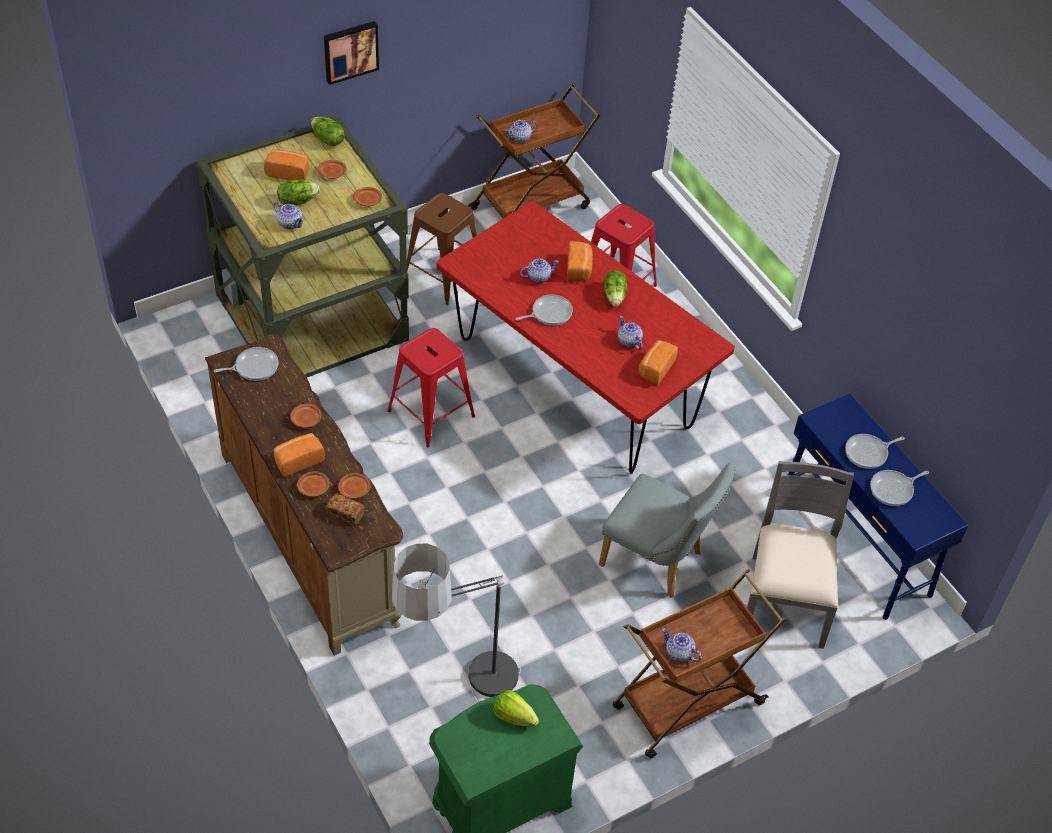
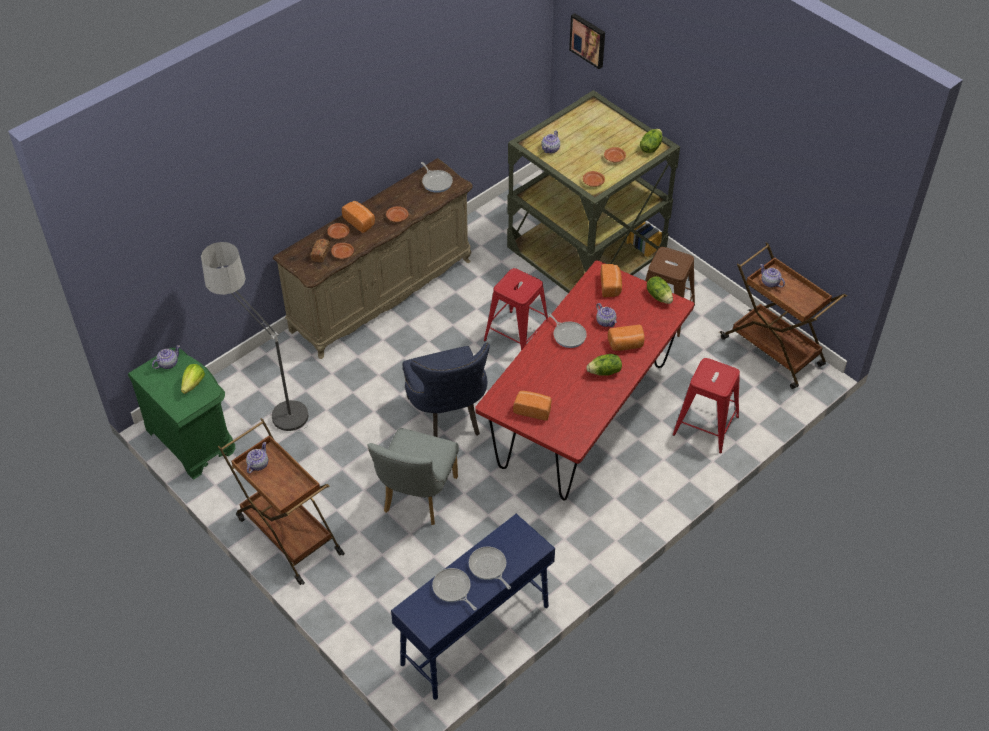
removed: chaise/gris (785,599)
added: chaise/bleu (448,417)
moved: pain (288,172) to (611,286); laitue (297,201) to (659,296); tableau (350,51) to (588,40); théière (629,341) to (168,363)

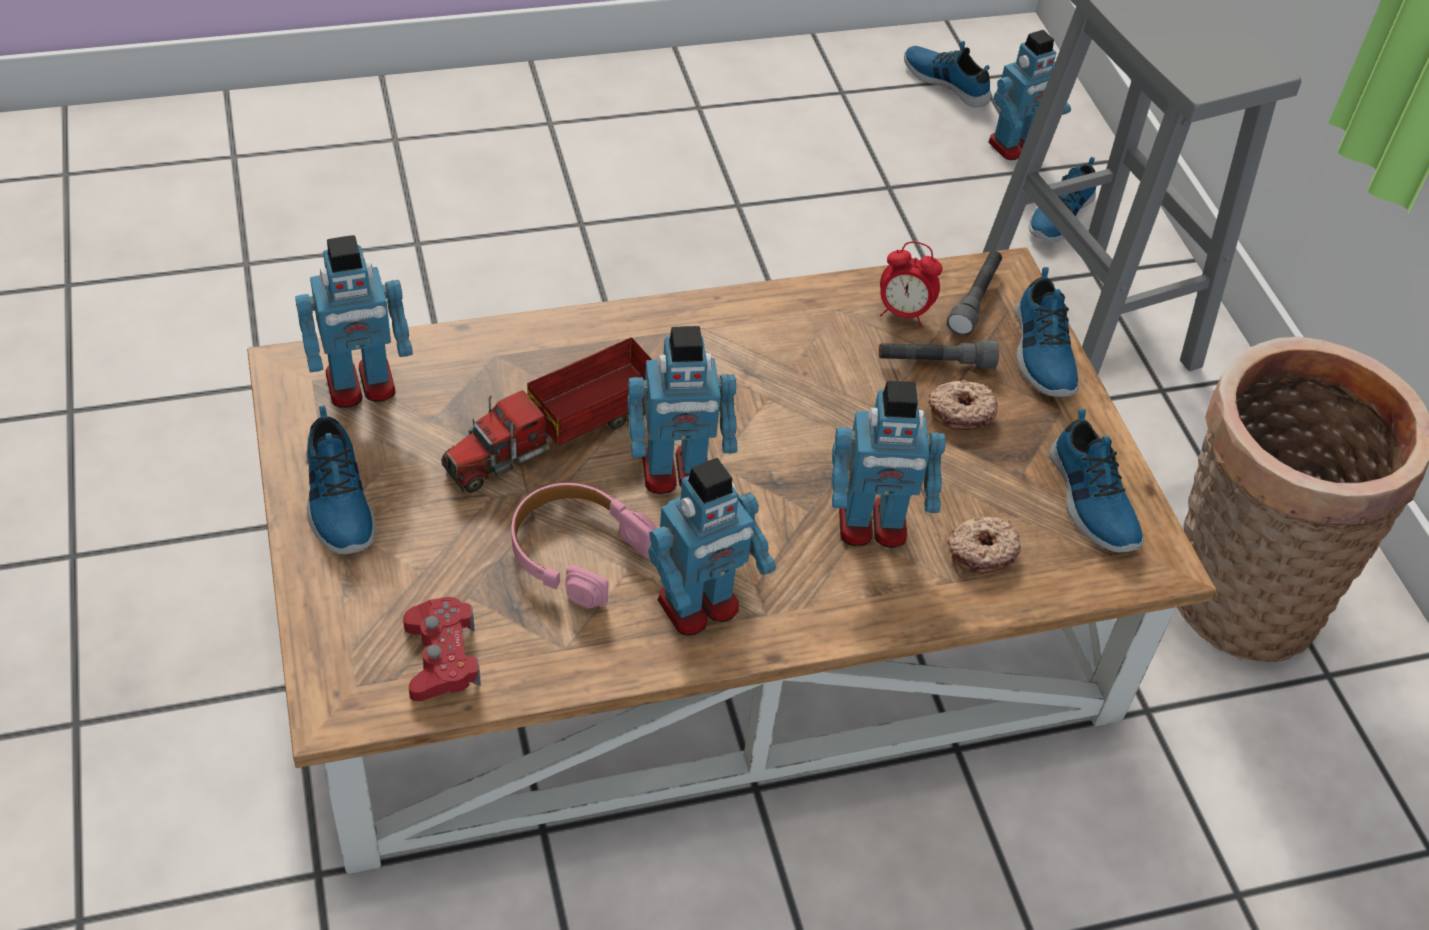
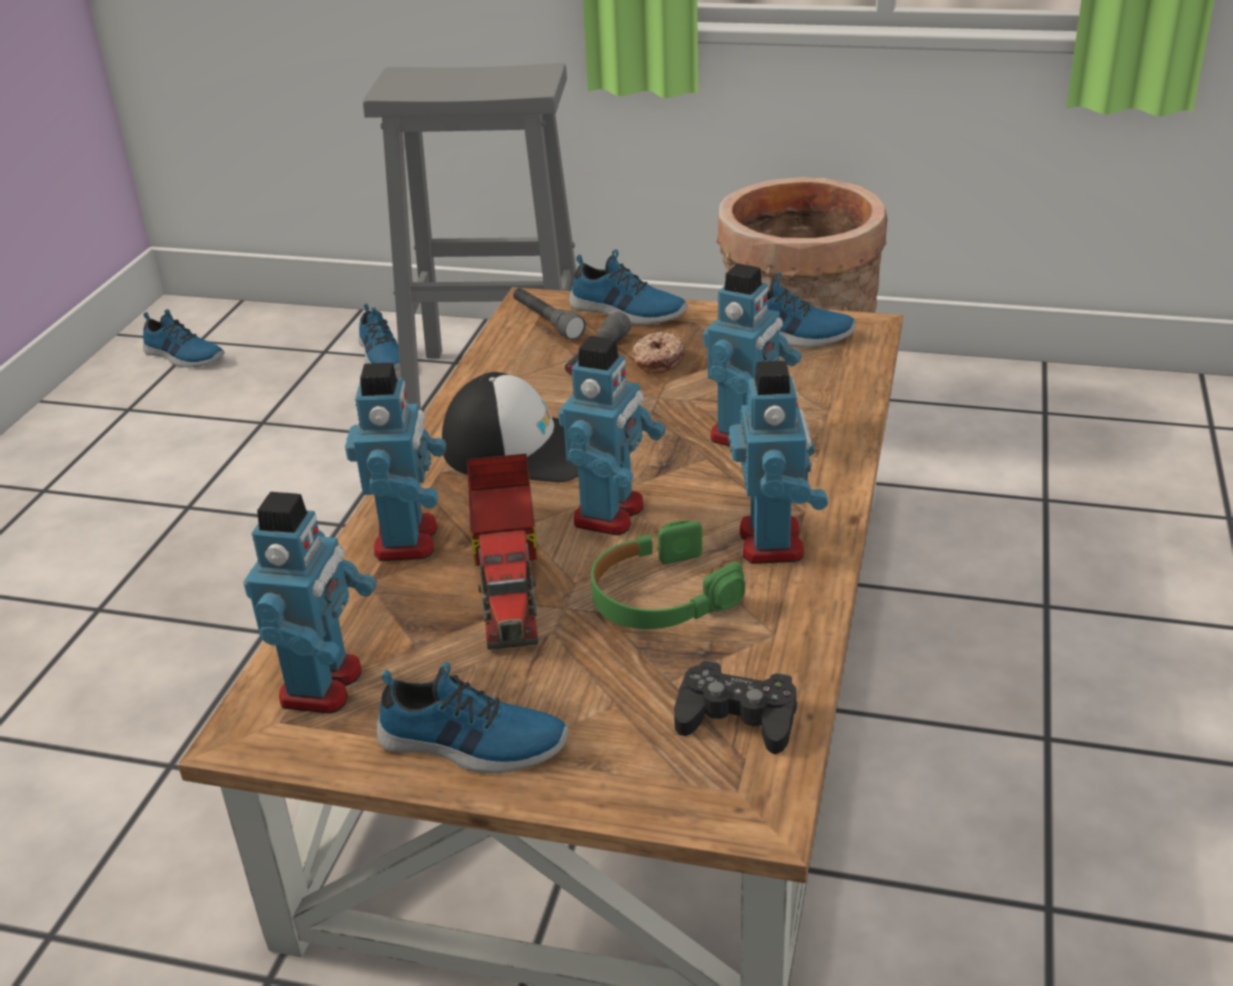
removed: réveil (903,313); beignet (981,550)
added: casquette (526,448)
moved: robot jouet (1015,146) to (408,540)
recoloured: manette/rouge (442,657) to manette/noir (737,718); casque audio/rose (576,551) to casque audio/vert (661,596)
turned: chaussure (947,81) = (183,356) 135 degrees counterclockwise

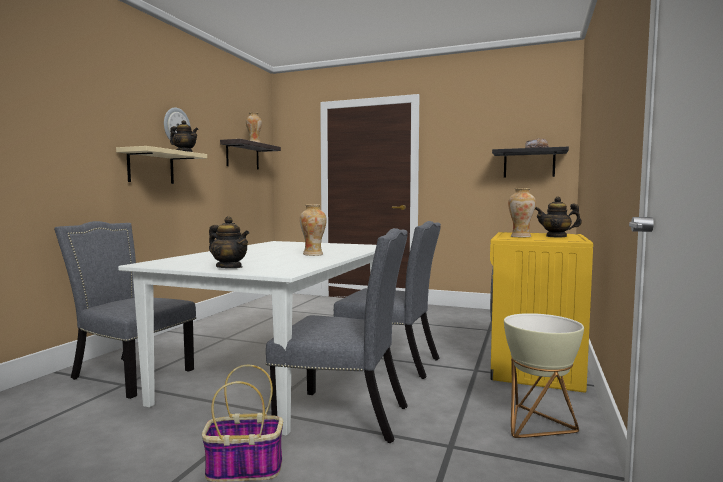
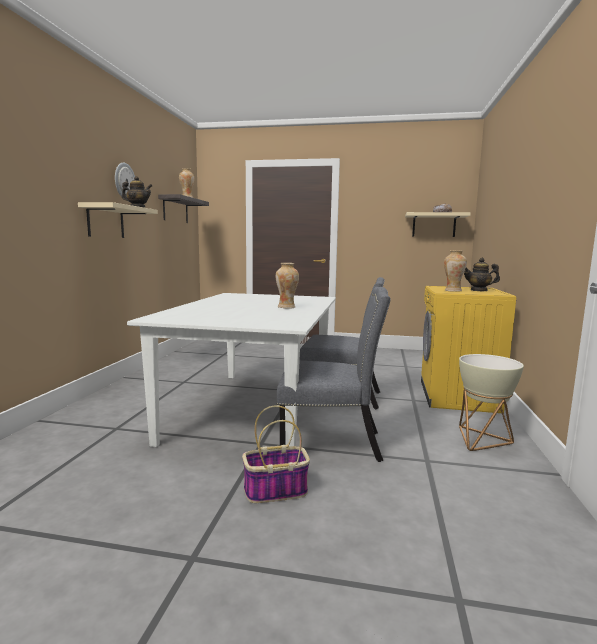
removed: chaise/gris (132,376); théière (229,267)
recoloured: étagère/noir (529,164) to étagère/beige (434,225)

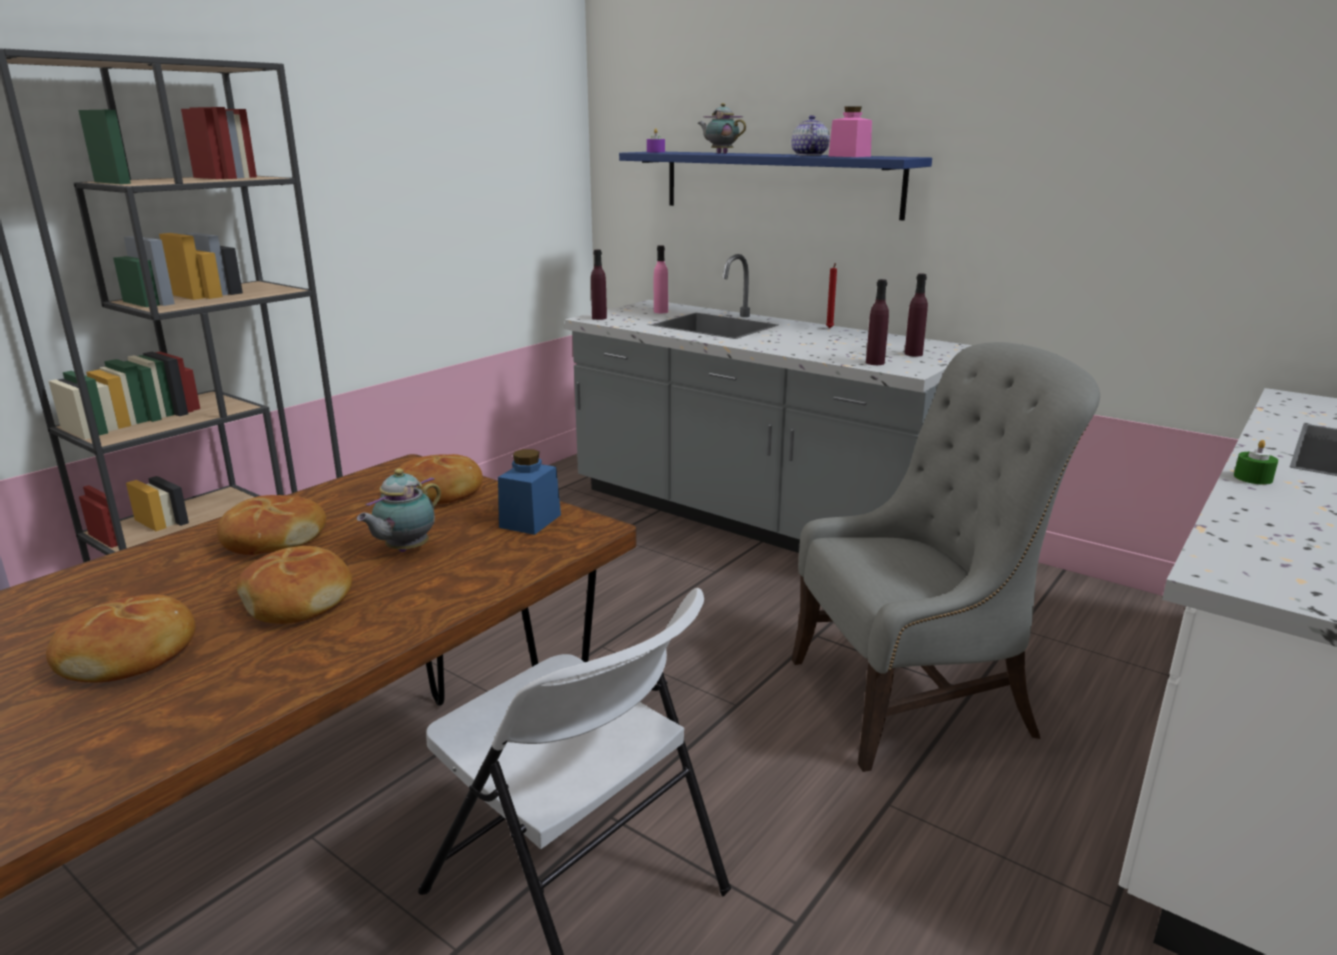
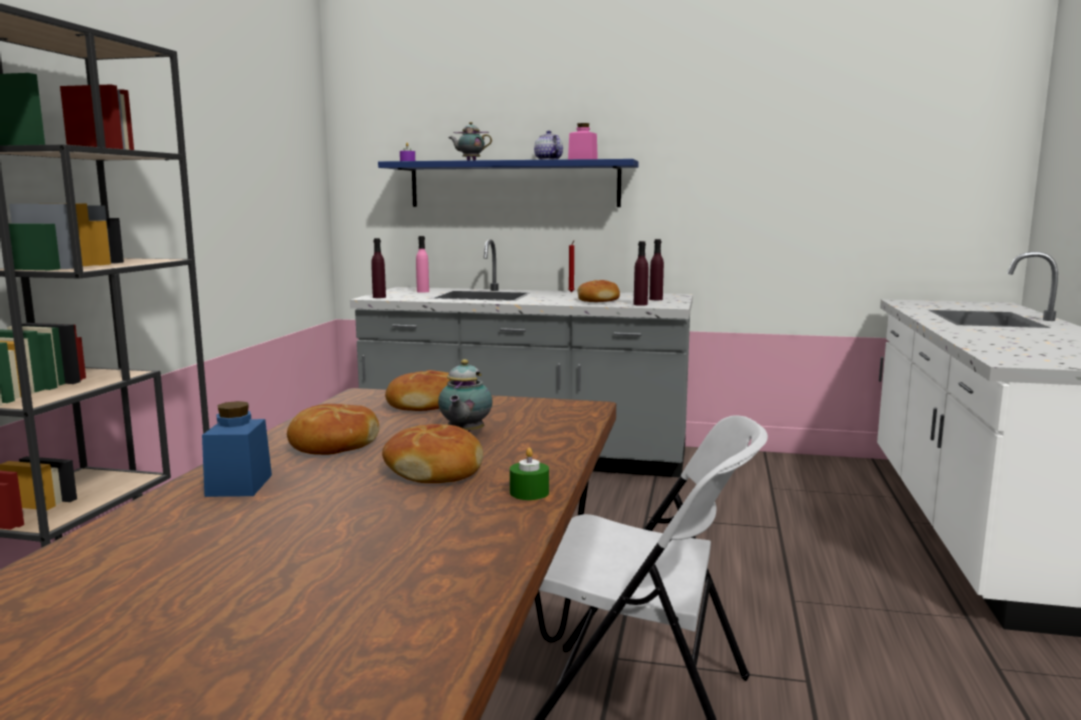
removed: chaise/gris (914,697)
moved: pain (131,655) to (598,300); bocal/bleu (530,521) to (239,485); bougie/vert (1253,478) to (529,492)

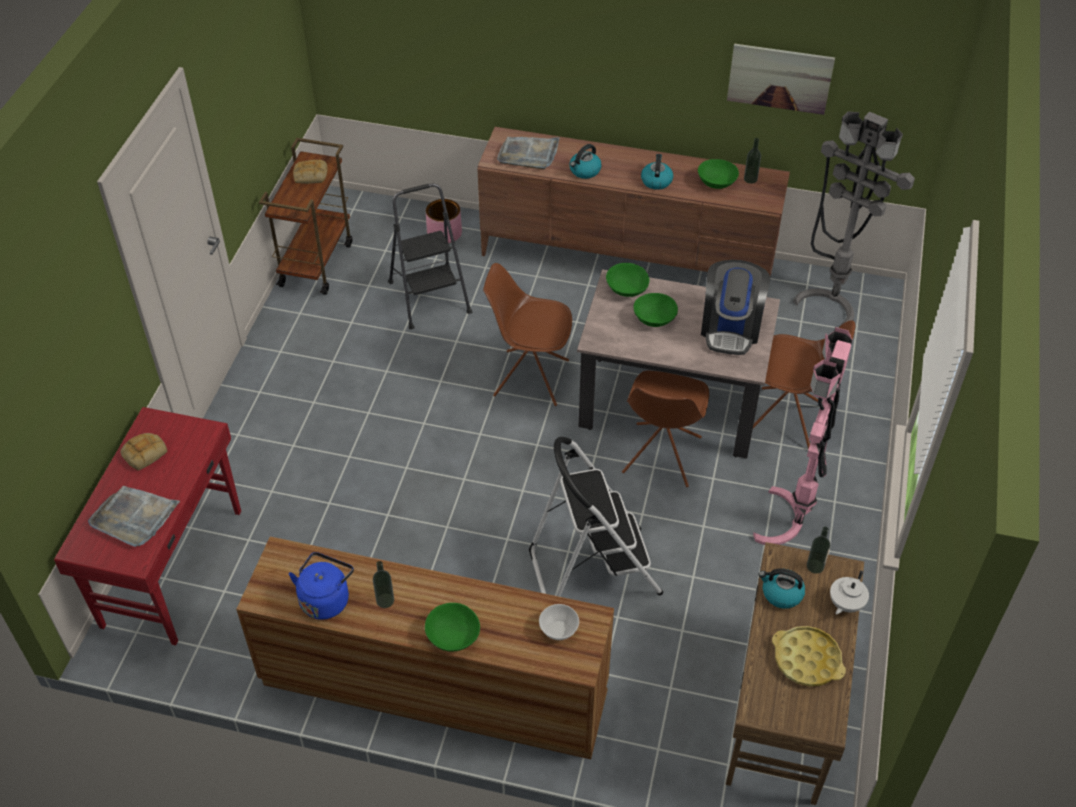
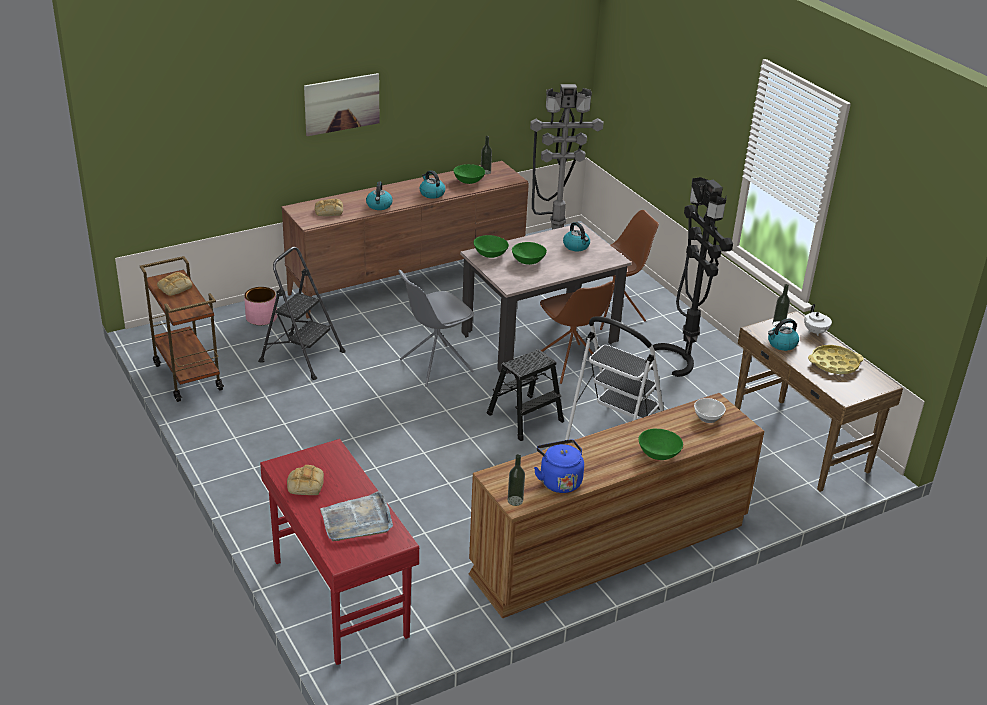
added: escabeau/noir (525,417)
moved: bouteille (385,600) to (515,500); tableau (779,78) to (342,104)
replaced: plateau/gris (528,154) to pain (328,211); machine à café (730,328) to bouilloire (576,246)
recoloured: chaise/marron (529,377) to chaise/gris (434,366); lampadaire/rose (792,523) to lampadaire/noir (683,358)

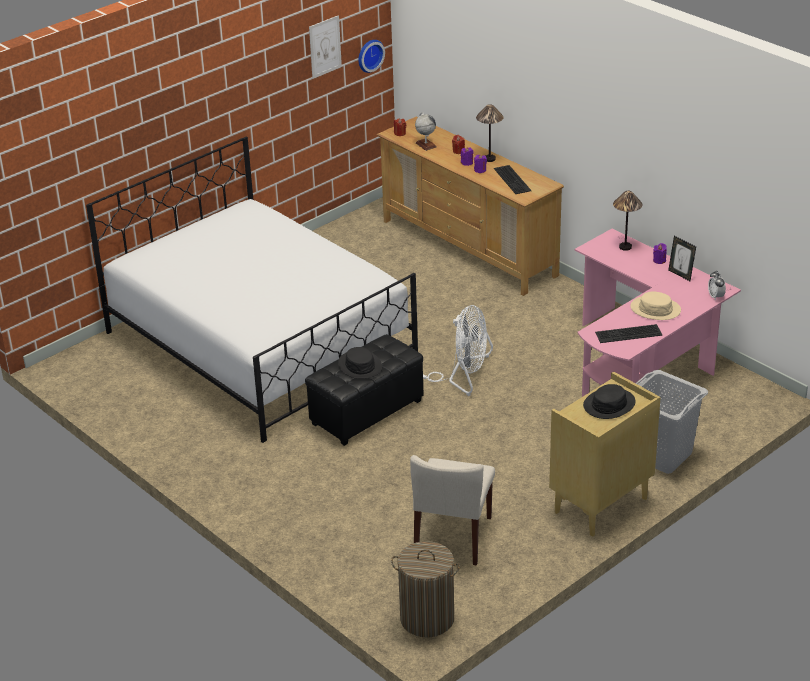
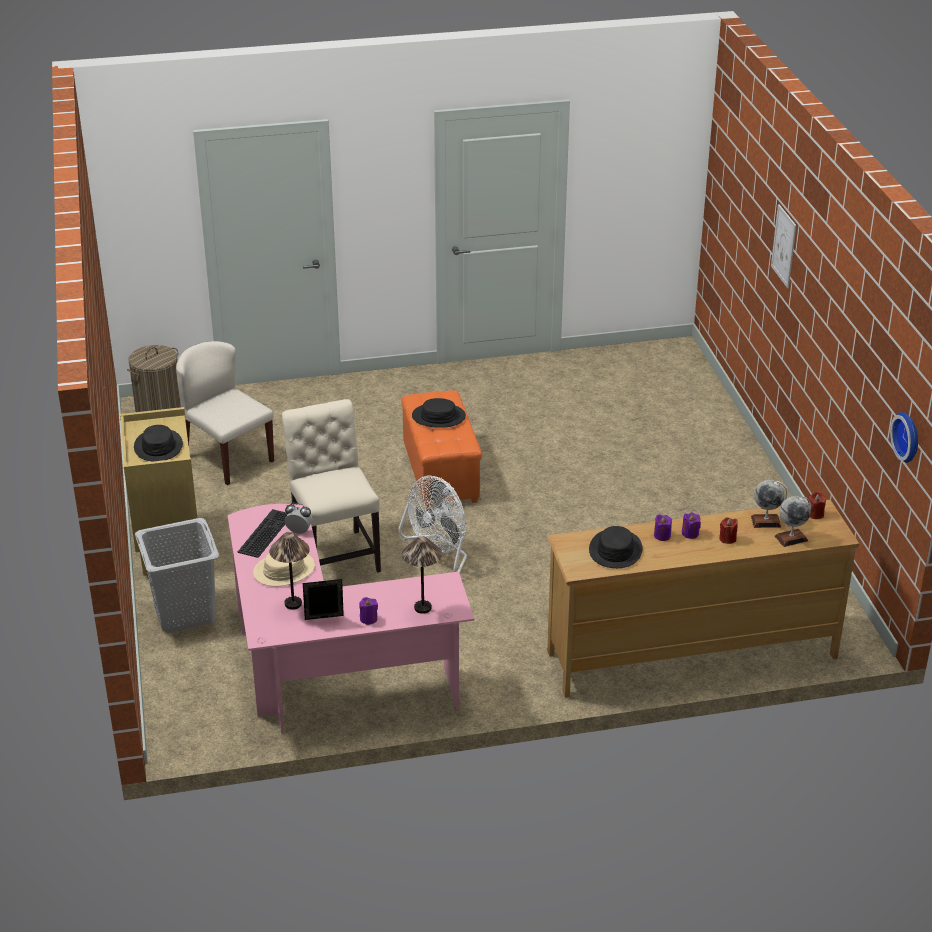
removed: lit/blanc (259,343)
added: chaise/beige (335,554); globe (791,538)
moved: tableau (325,46) to (784,246); lampe de table (489,159) to (293,604); réveil (715,296) to (299,531)
replaced: clavier (513,179) to chapeau/noir (615,550)
recoloured: pouf/noir (366,412) to pouf/orange (441,474)

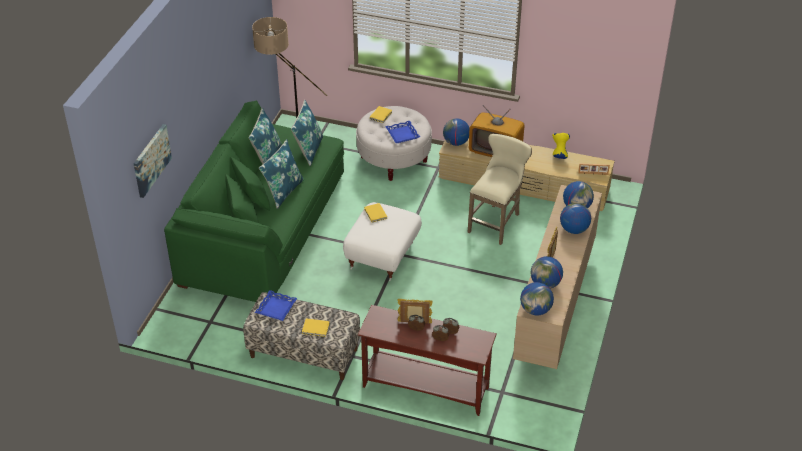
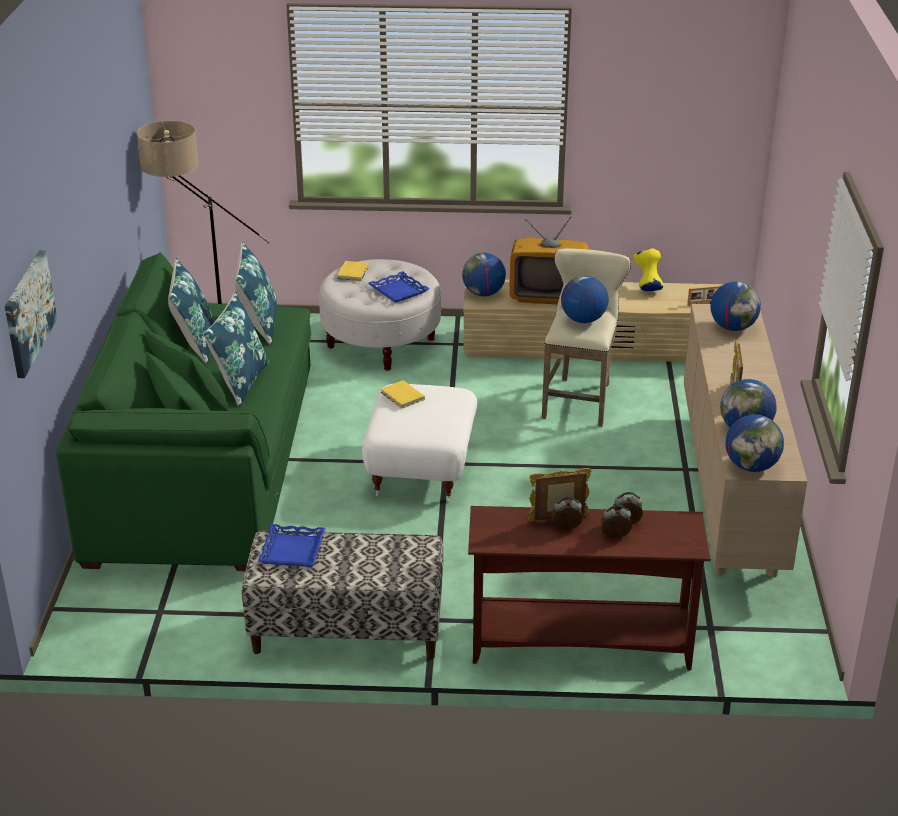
removed: livre/jaune (316,329)
moved: globe (573,229) to (583,320)

